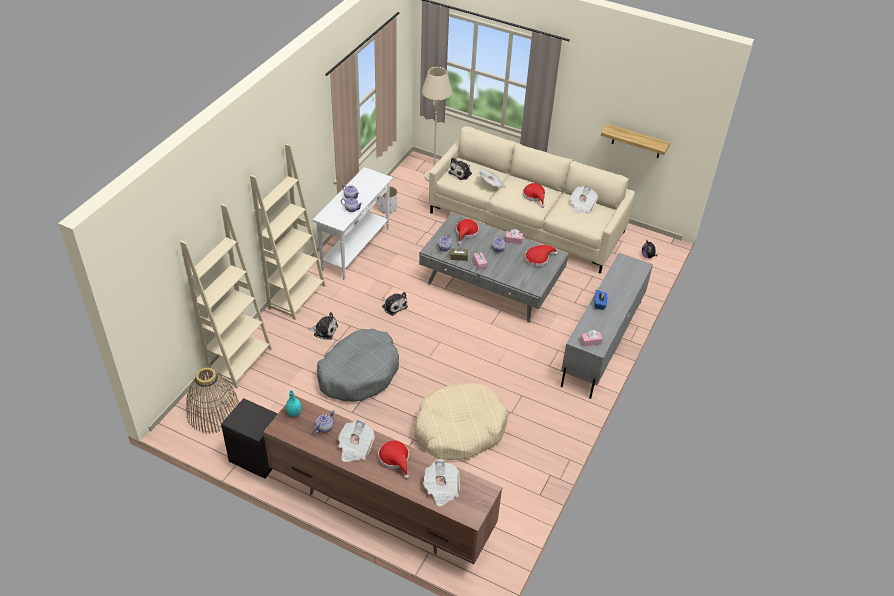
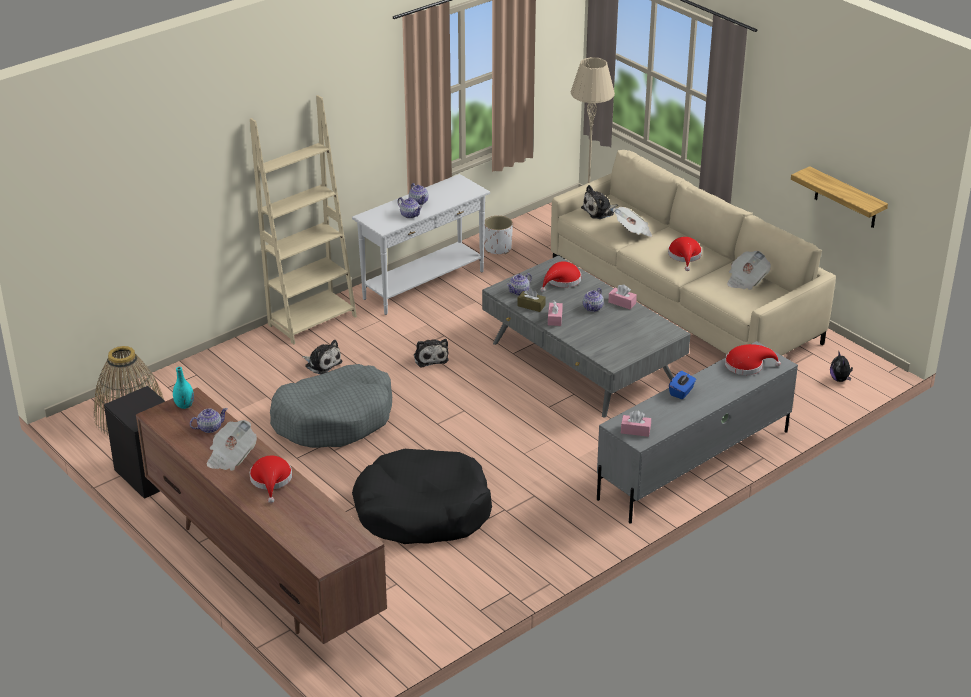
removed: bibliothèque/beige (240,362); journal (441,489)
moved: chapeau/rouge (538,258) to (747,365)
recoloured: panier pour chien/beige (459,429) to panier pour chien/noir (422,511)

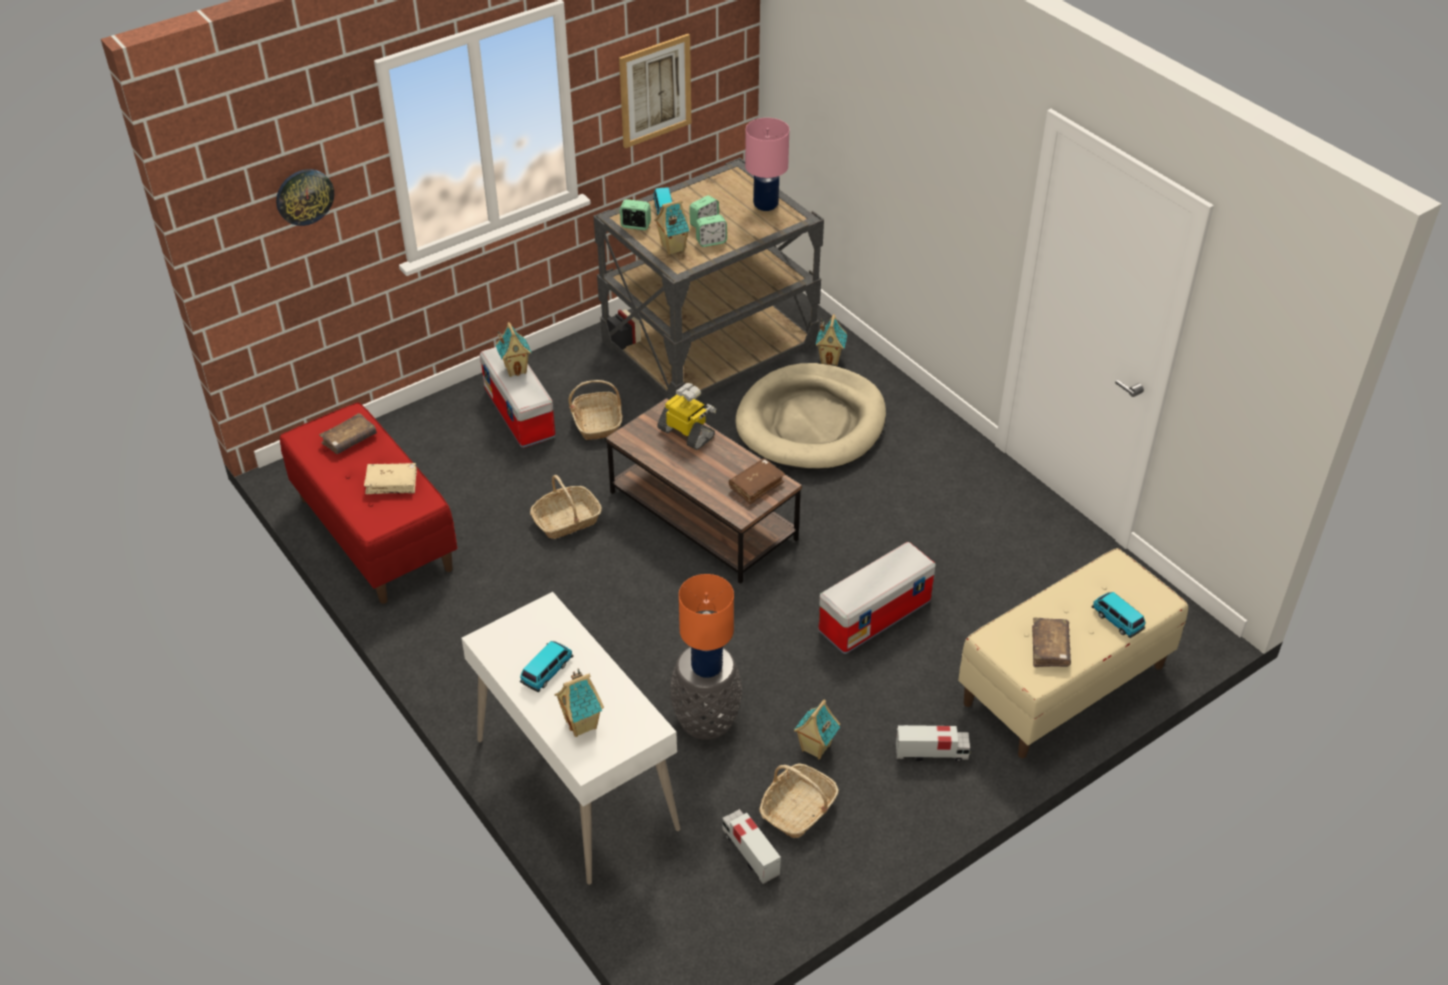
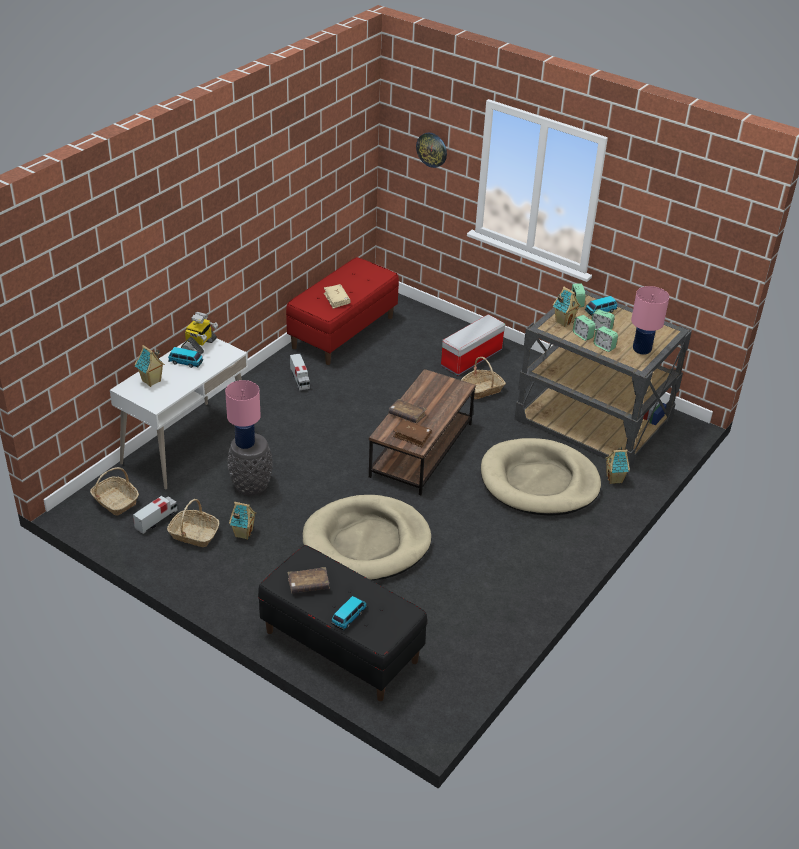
removed: maison miniature (516,369); tableau (655,90)
added: réveil (604,346)
moved: livre/marron (349,440) to (407,415); panier (566,521) to (115,501); robot jouet (687,433) to (199,346); camion jouet (932,753) to (300,379)
replaced: boîte de rangement (875,615) to panier pour chien/beige (367,542)
recoloured: lampe de table/orange (706,669) to lampe de table/rose (245,444); banc/beige (1064,685) to banc/noir (340,646)

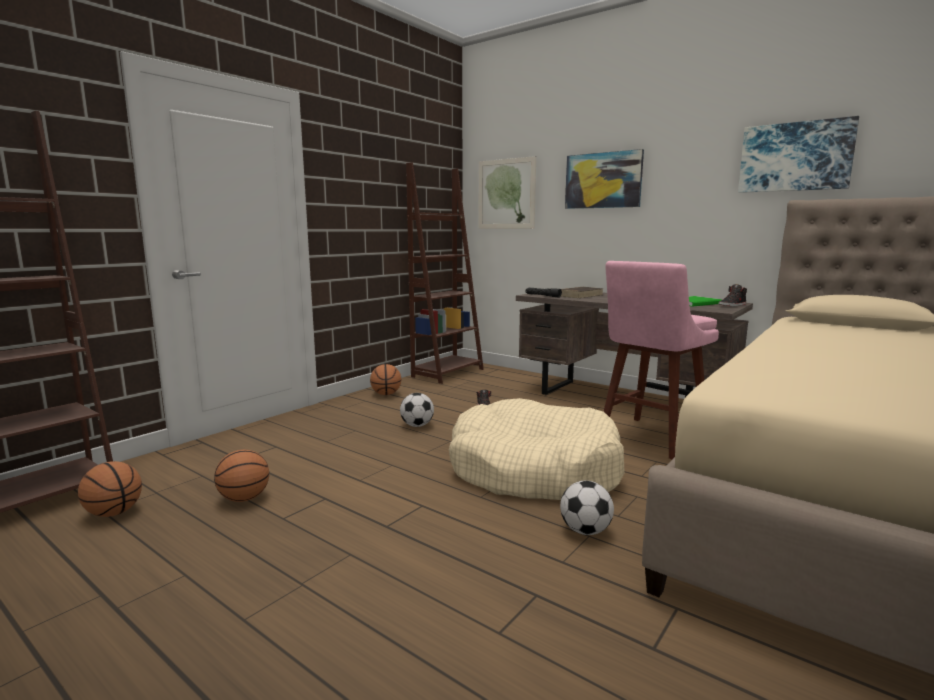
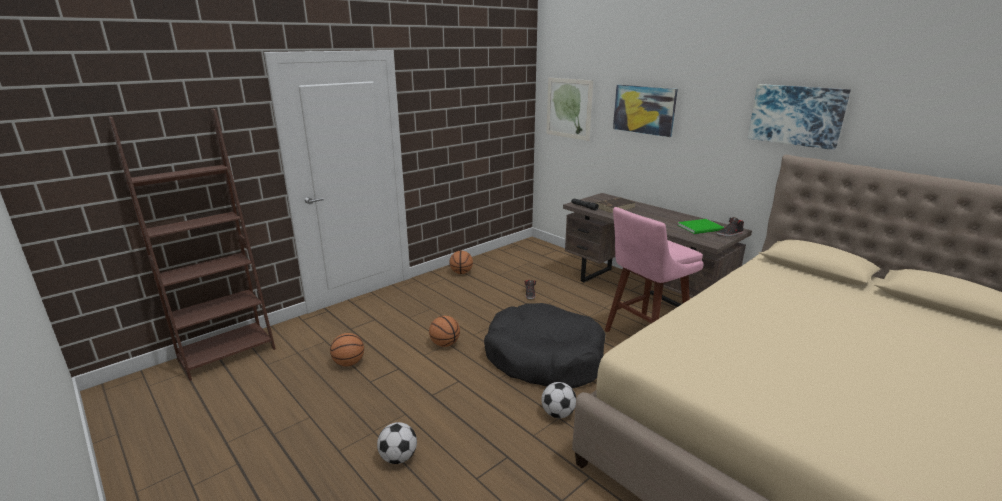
removed: bibliothèque/marron (447,373)
moved: ballon de basket (114,513) to (445,344); ballon de foot (417,425) to (398,457)
recoloured: panier pour chien/beige (534,470) to panier pour chien/noir (544,358)

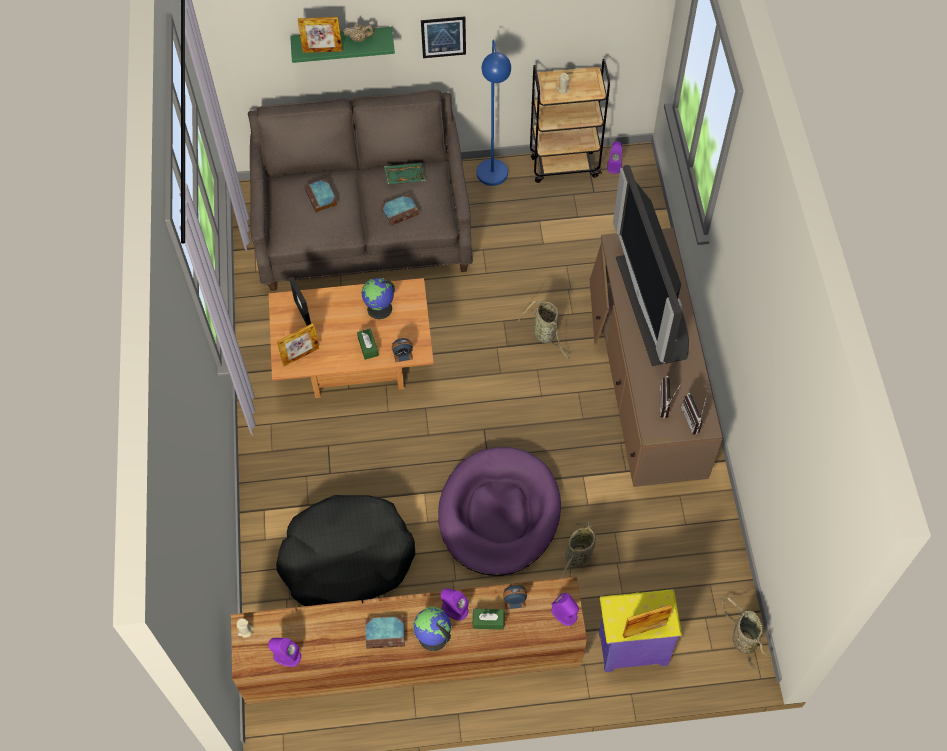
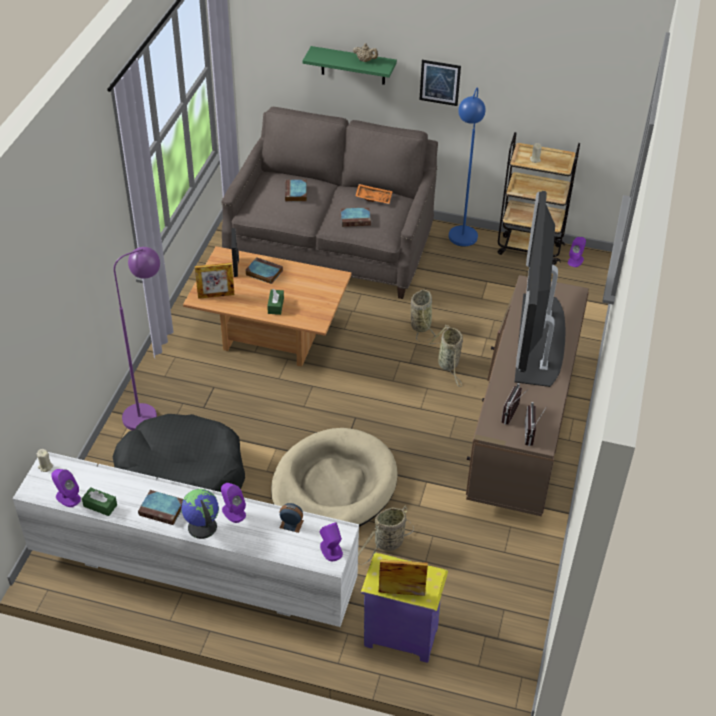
removed: cadre photo (322,50); globe (380,309); réveil (403,354)
added: lampadaire/violet (149,414); livre (263,273)
moved: boîte à mouchoirs/vert (488,621) to (100,505); panier (742,639) to (420,324)
recoloured: meuble de rangement/marron (413,661) to meuble de rangement/blanc (193,574); plateau/vert (404,176) to plateau/orange (373,197); panier pour chien/violet (499,513) to panier pour chien/beige (334,485)

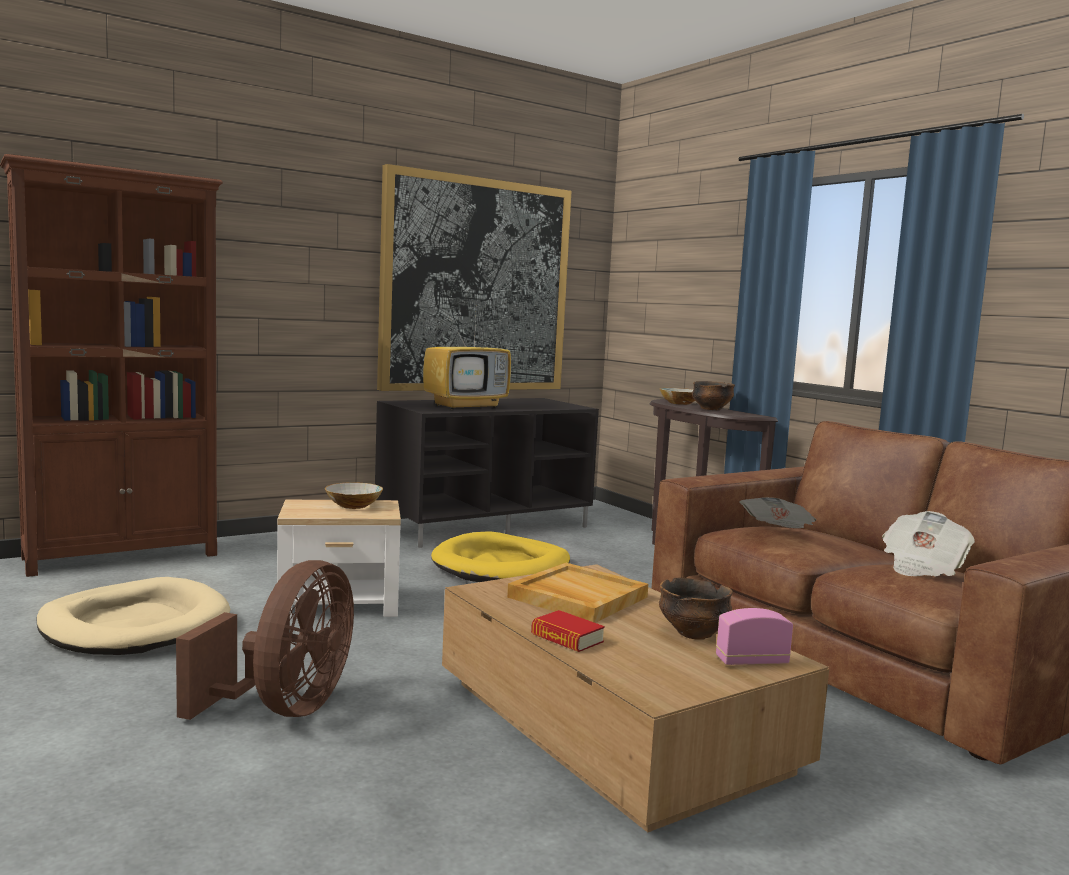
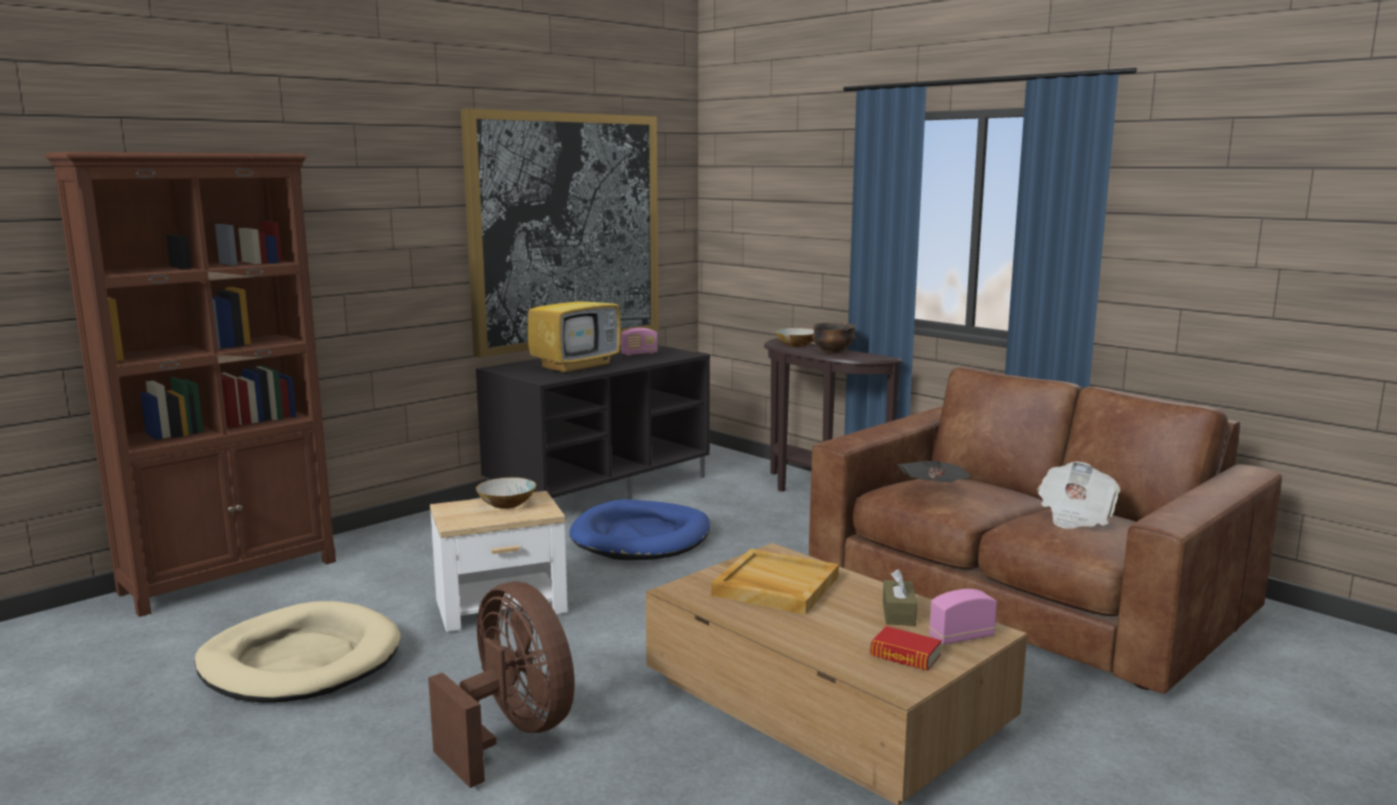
added: radio (639,354)
moved: livre (567,638) to (905,655)
replaced: bol (694,633) to boîte à mouchoirs/marron (898,613)
recoloured: panier pour chien/jaune (501,566) to panier pour chien/bleu (641,537)
turned: ventilateur/marron (285,708) = (511,733) 45 degrees counterclockwise

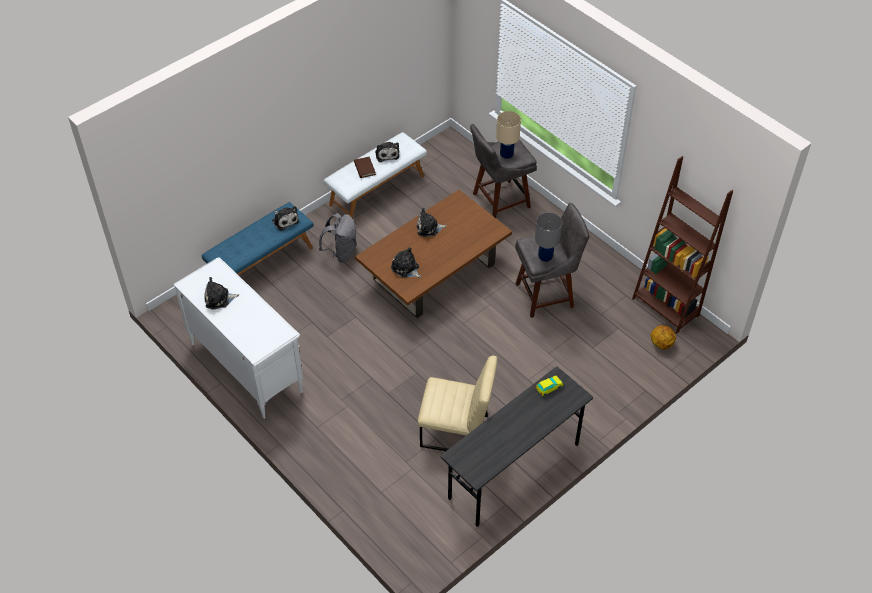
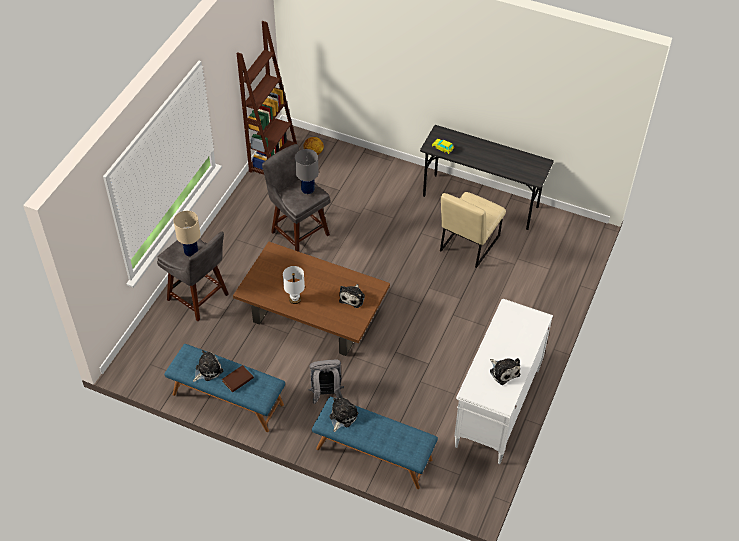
replaced: peluche (429,228) to lampe de table/blanc (295,299)
recoloured: banc/blanc (376,190) to banc/bleu (227,400)
turned: chaise/beige (456,431) = (468,244) 135 degrees counterclockwise

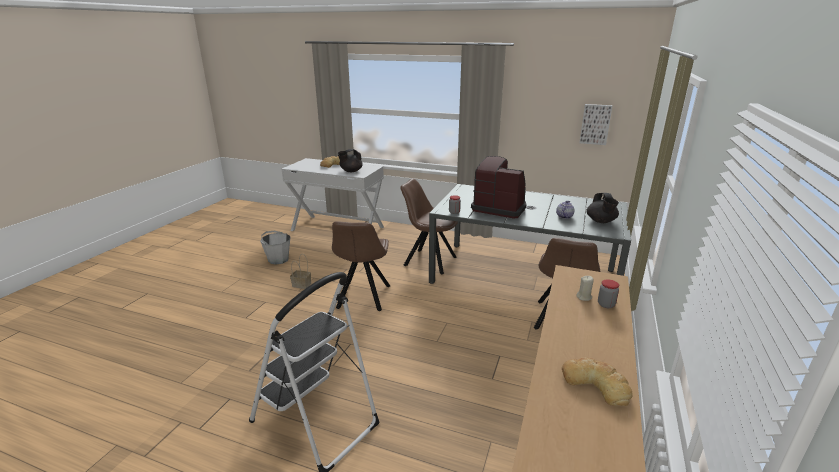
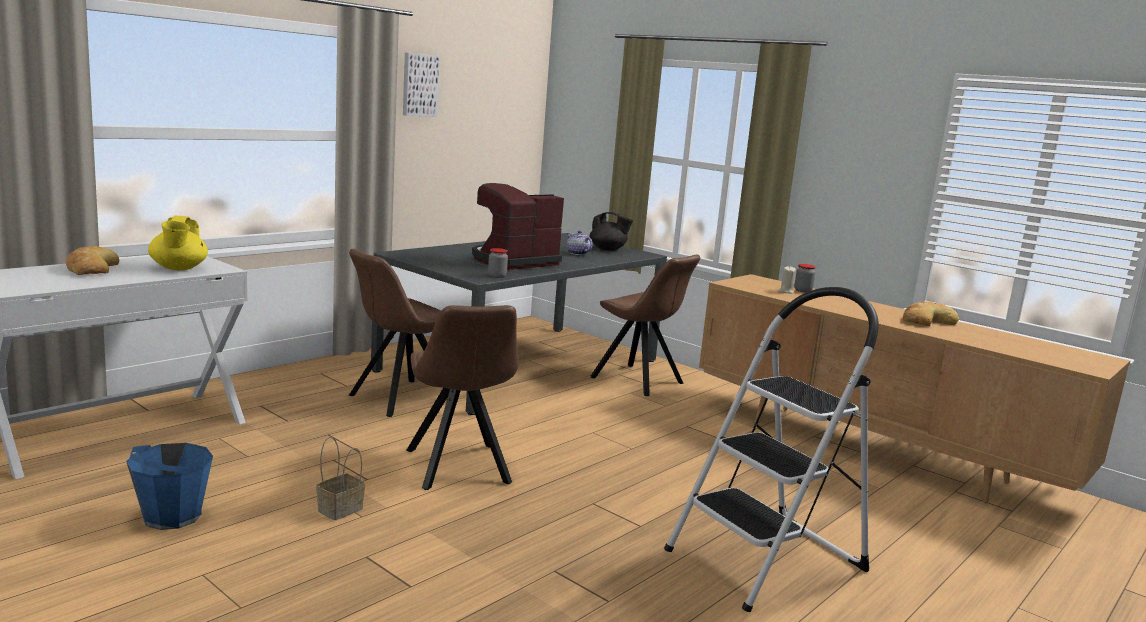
moved: tableau (595,124) to (419,85)
recoloured: seau/gris (278,259) to seau/bleu (171,516); théière/noir (351,171) to théière/jaune (178,268)
turned: chaise/marron (363,297) = (459,467) 45 degrees clockwise

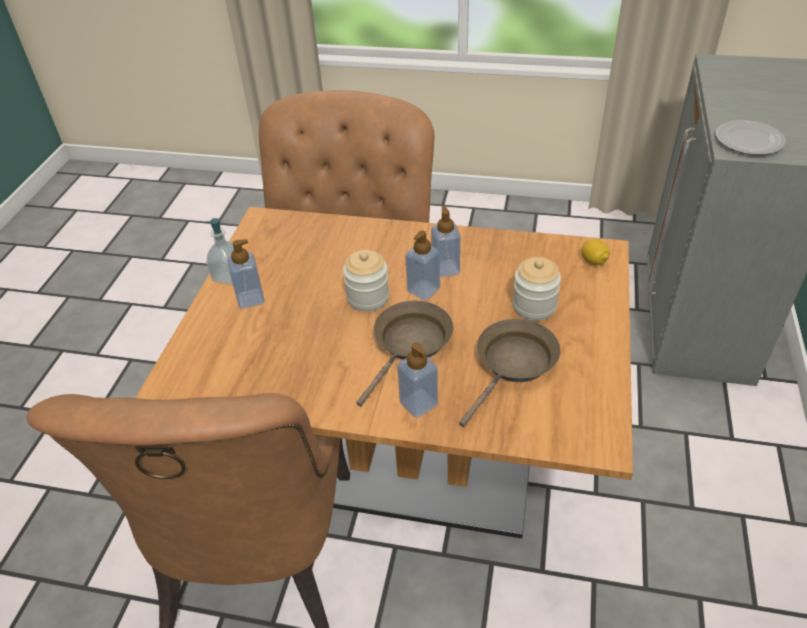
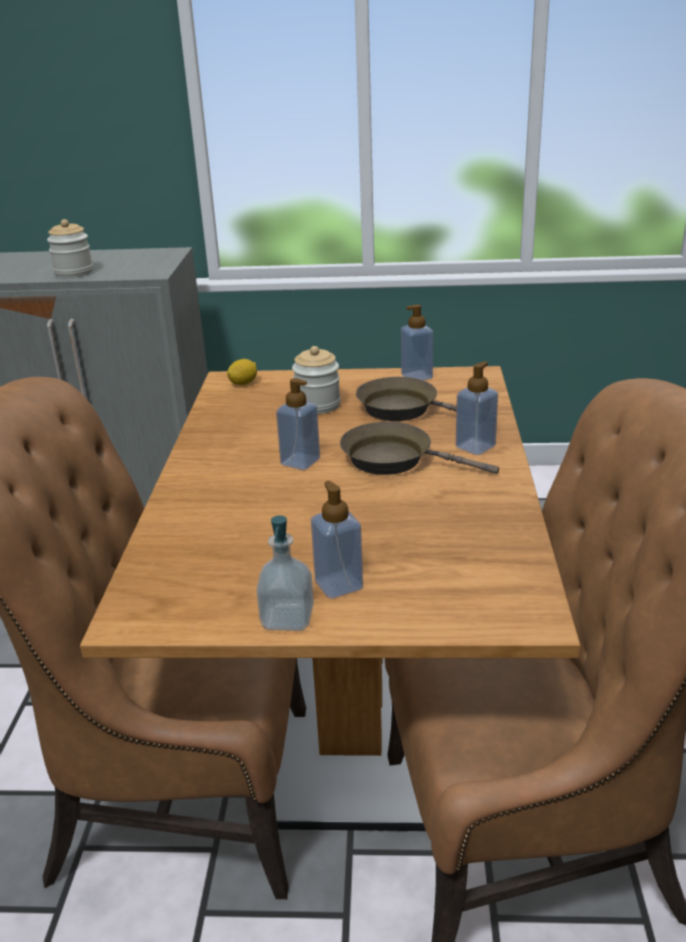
removed: assiette (749,141)
moved: bocal (368,298) to (74,273); distributeur de savon (445,269) to (416,376)

